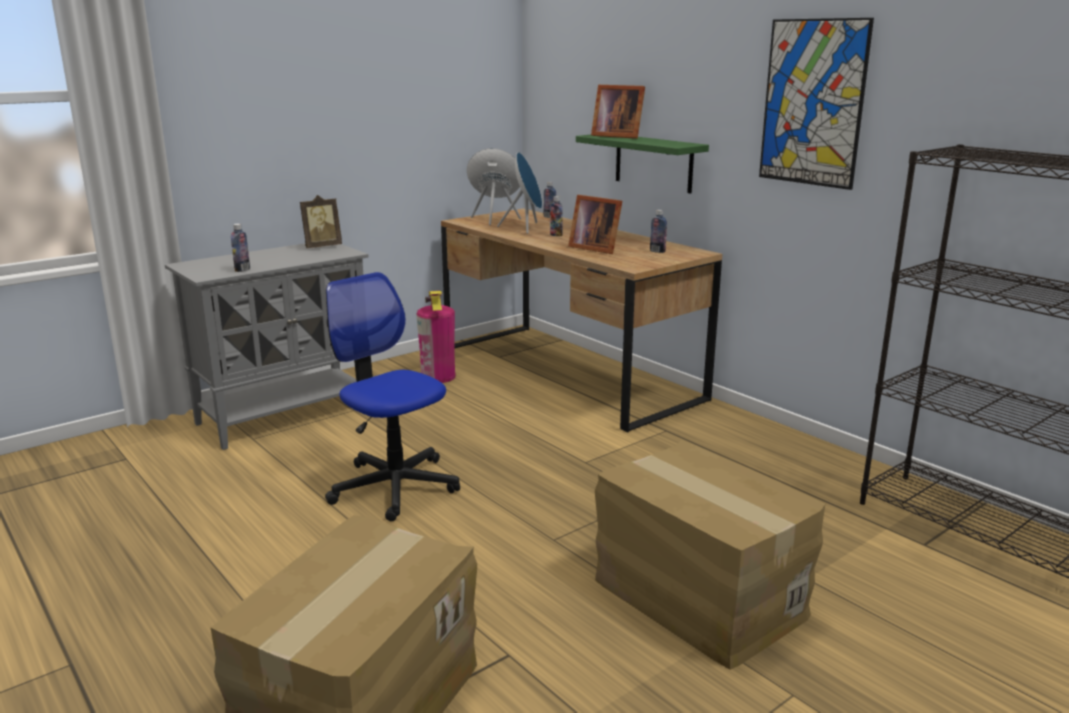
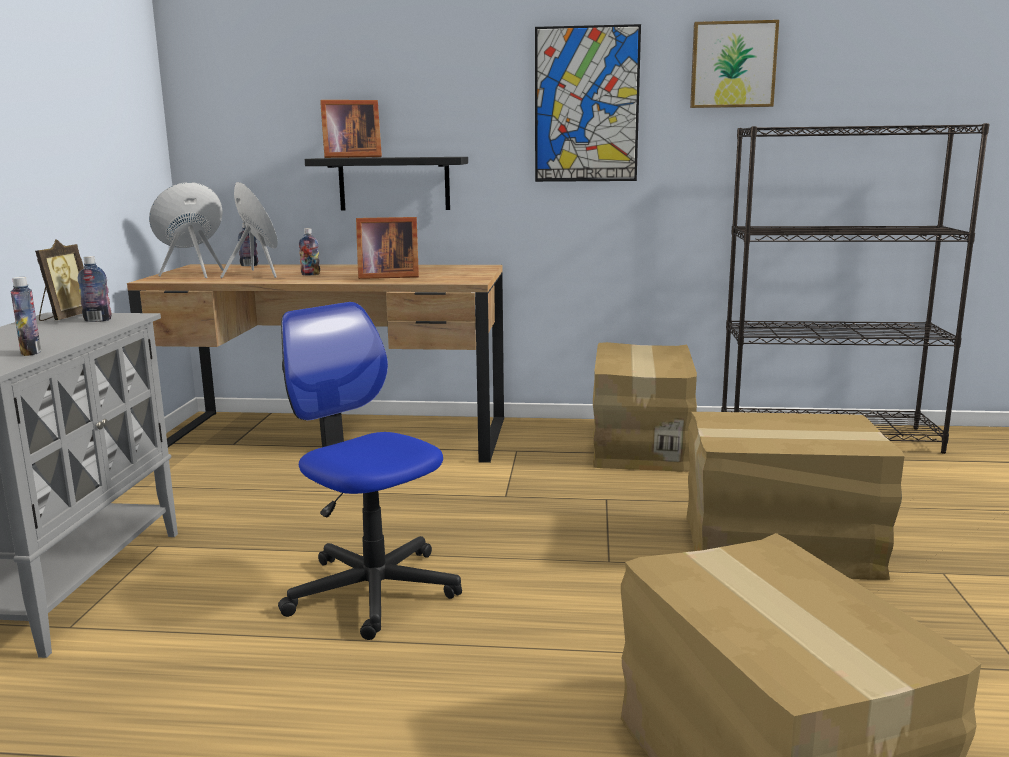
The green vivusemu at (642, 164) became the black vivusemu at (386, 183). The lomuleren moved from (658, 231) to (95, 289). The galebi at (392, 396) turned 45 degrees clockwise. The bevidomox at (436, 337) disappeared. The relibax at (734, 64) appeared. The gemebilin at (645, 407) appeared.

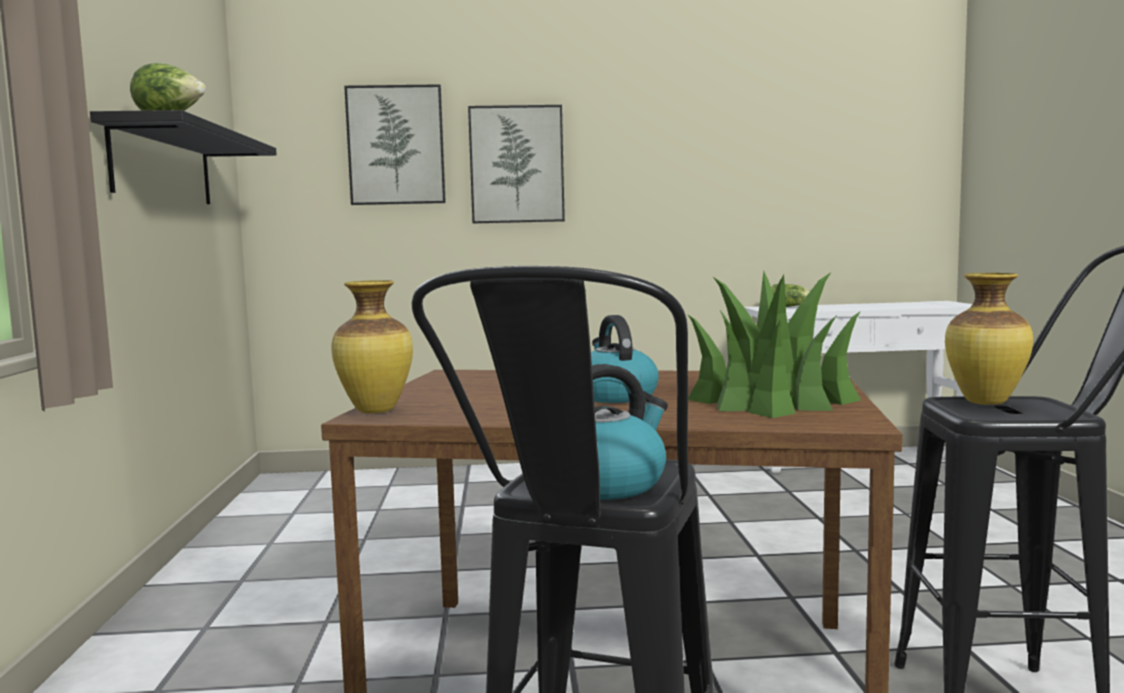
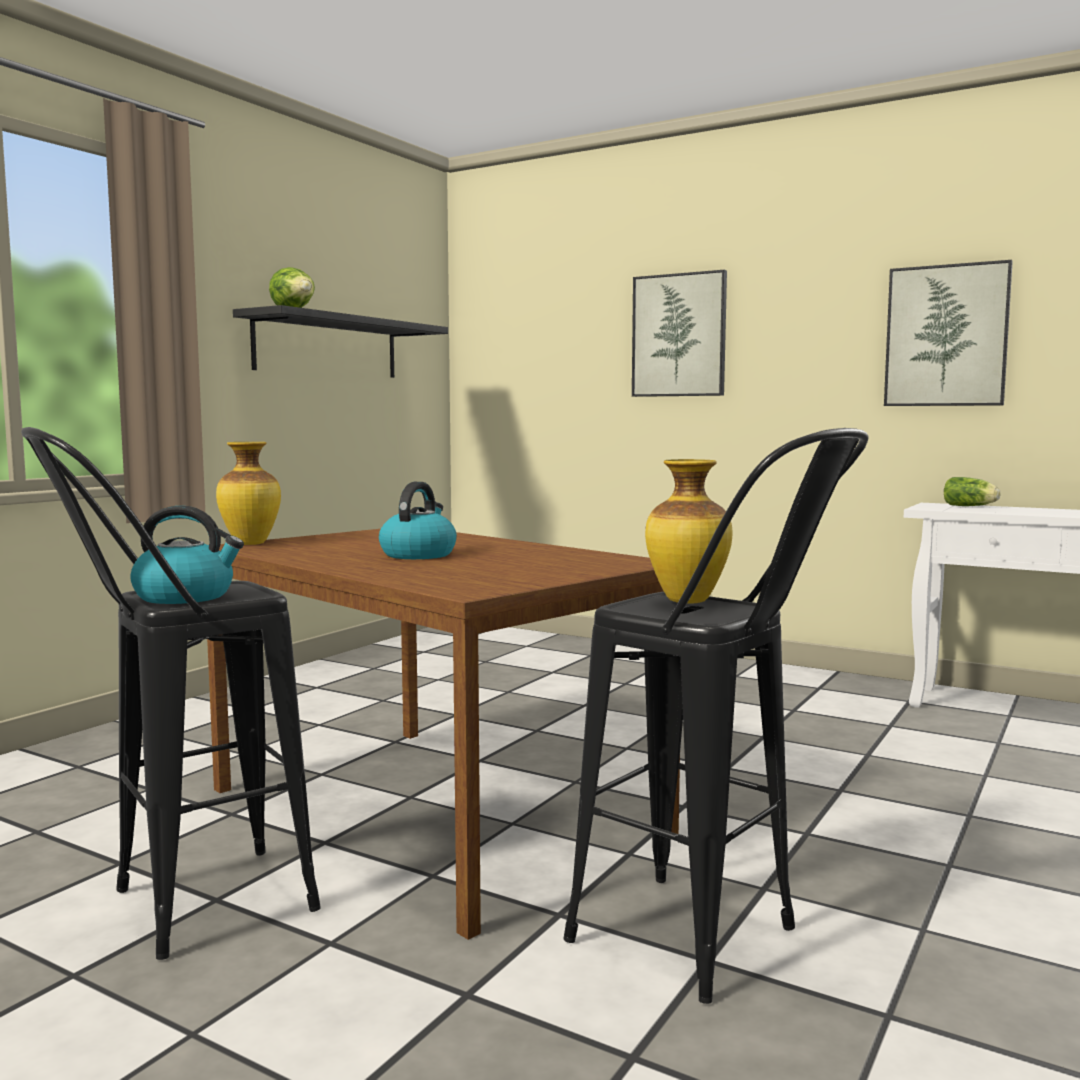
The relibax moved from (395, 144) to (948, 333). The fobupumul at (774, 344) disappeared.

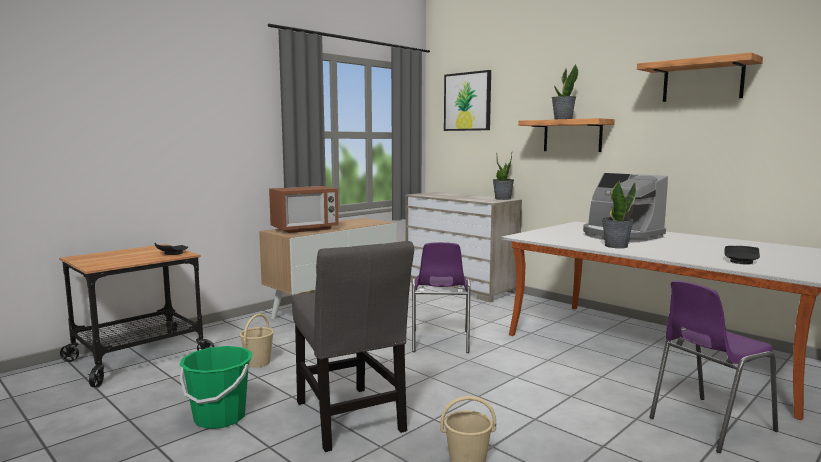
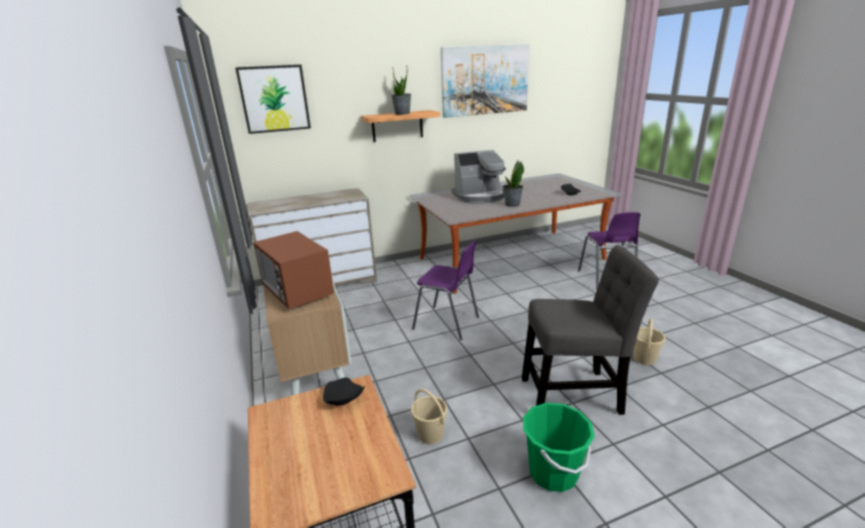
The vivusemu at (700, 77) was replaced by the relibax at (485, 81). The fobupumul at (503, 176) disappeared. The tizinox at (304, 209) turned 150 degrees clockwise.

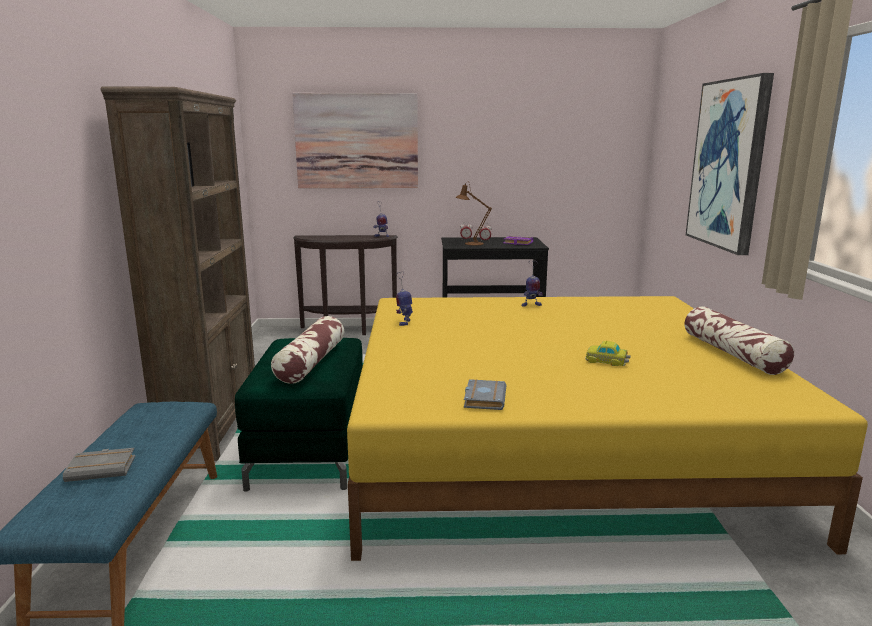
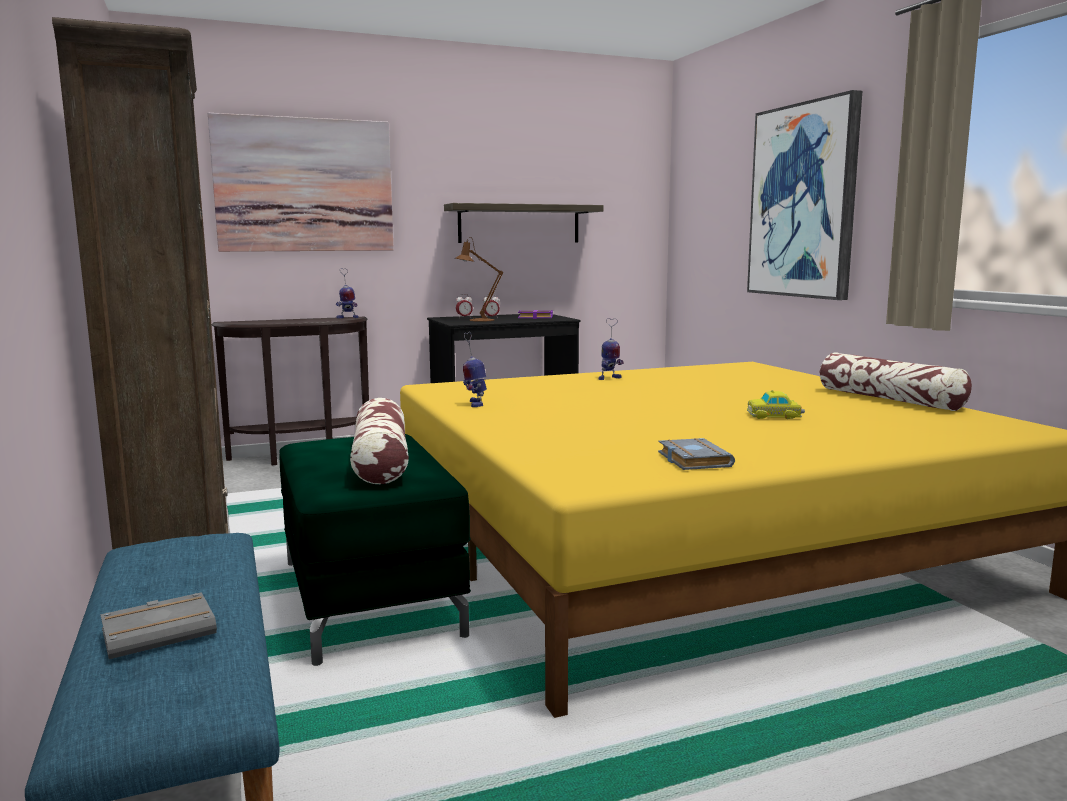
The vivusemu at (524, 223) appeared.

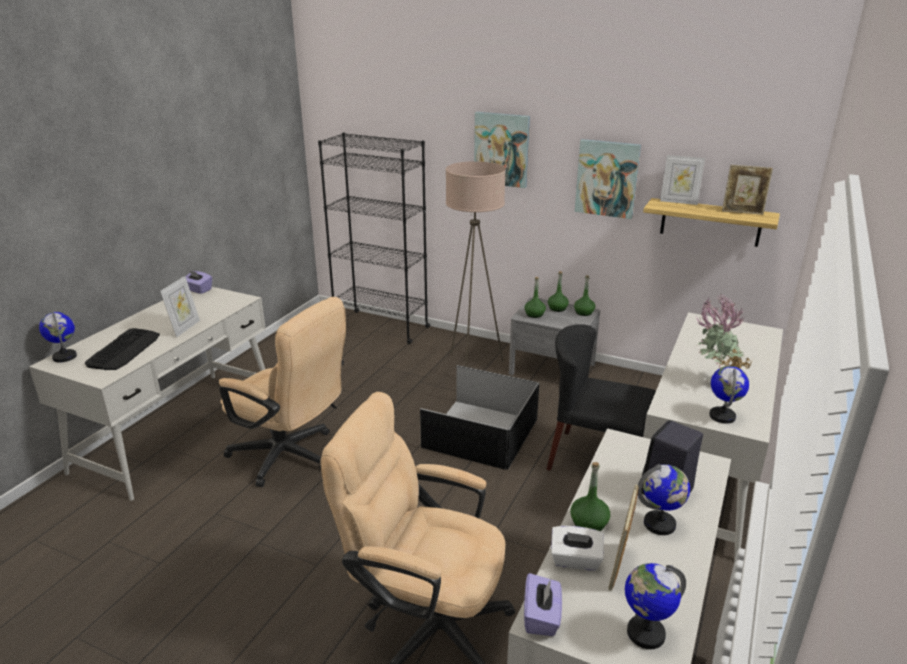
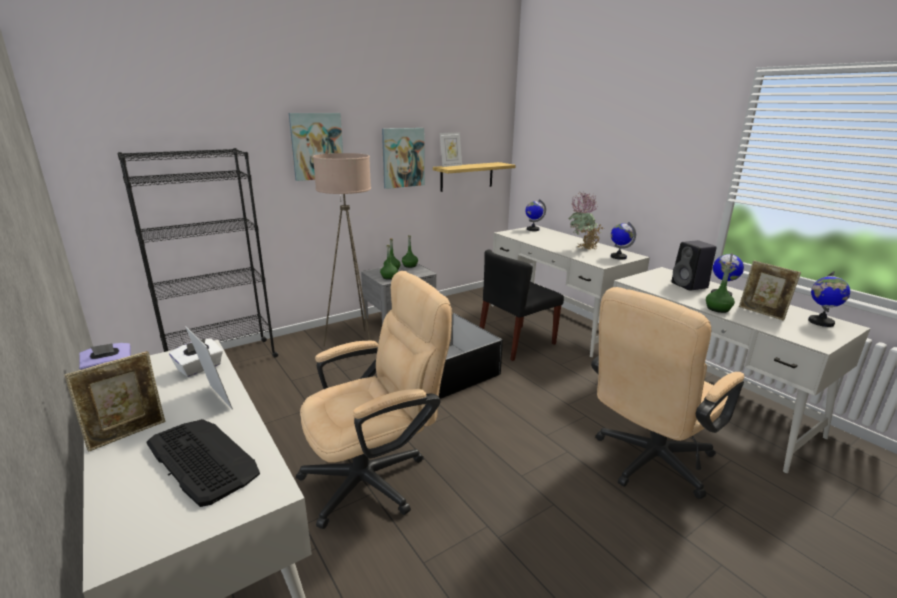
The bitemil moved from (747, 190) to (114, 401). The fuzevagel moved from (58, 337) to (535, 215). The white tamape moved from (577, 548) to (196, 357). The purple tamape at (543, 604) disappeared.

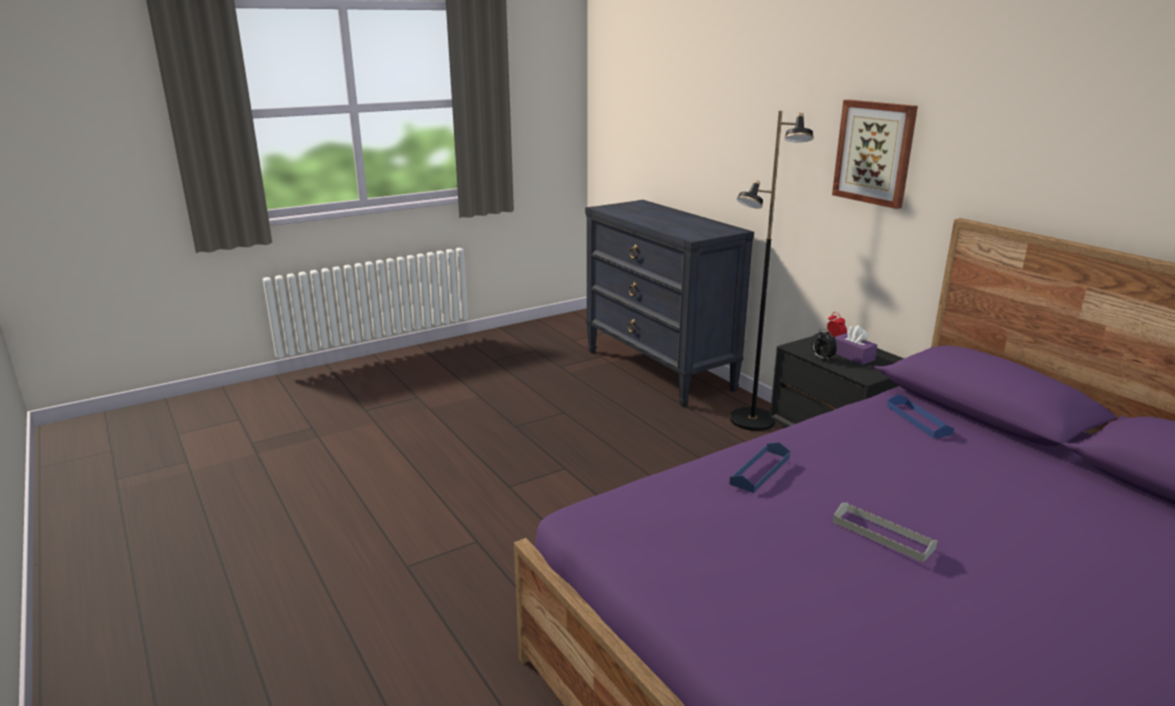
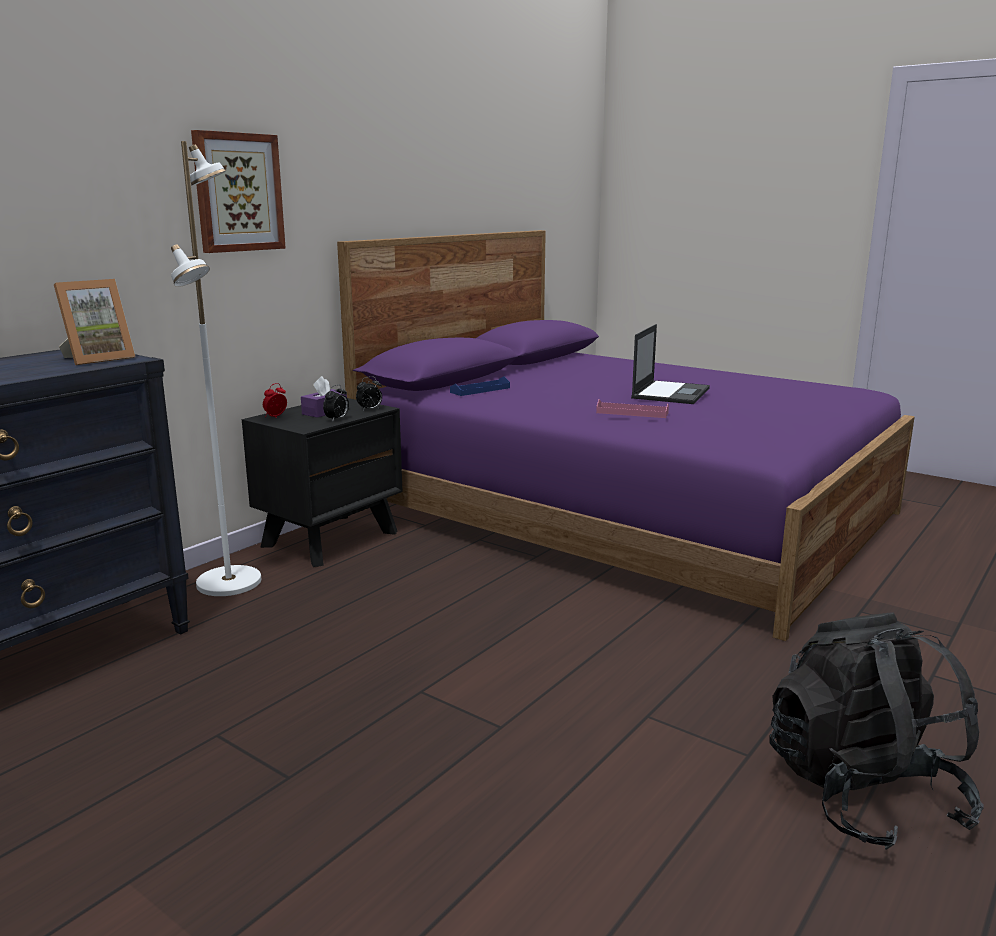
The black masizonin at (772, 271) became the white masizonin at (216, 368). The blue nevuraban at (759, 467) became the pink nevuraban at (632, 408). The grey nevuraban at (885, 532) was replaced by the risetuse at (670, 364). The bitemil at (94, 322) appeared. The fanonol at (369, 393) appeared. The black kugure at (877, 731) appeared.

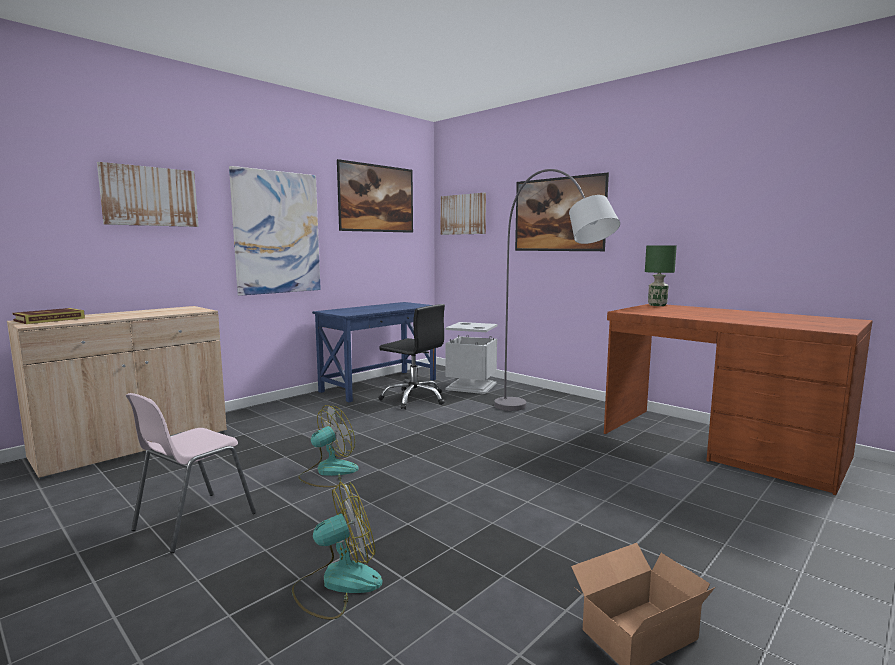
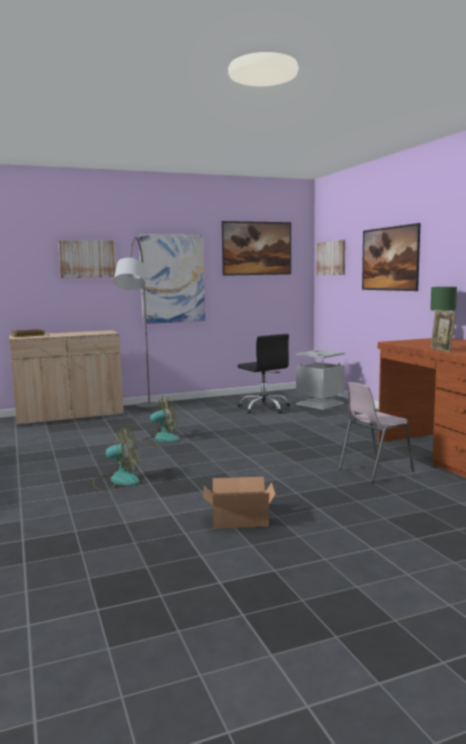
The grey masizonin moved from (557, 290) to (136, 324). The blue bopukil at (374, 352) disappeared. The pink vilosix moved from (191, 473) to (376, 432). The bitemil at (443, 331) appeared.

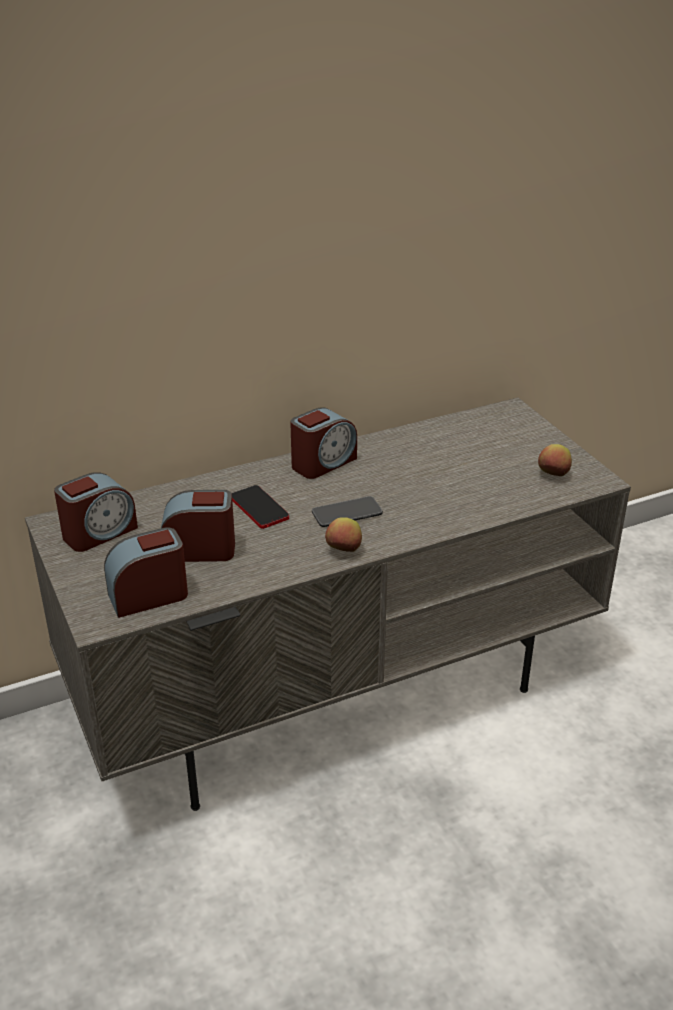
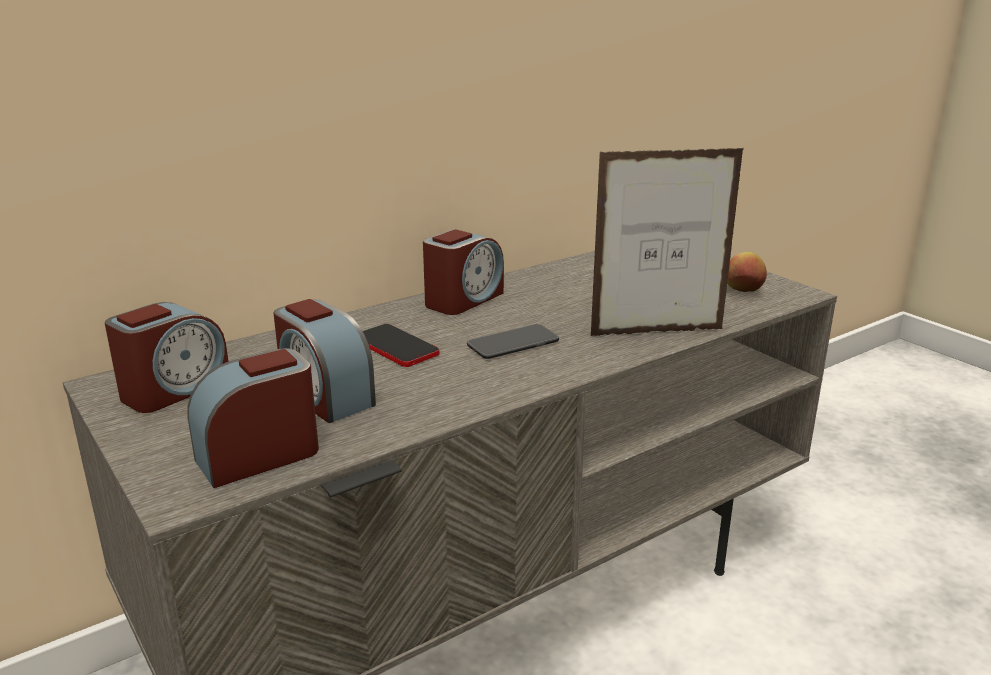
The fanonol at (198, 526) turned 120 degrees counterclockwise. The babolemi at (343, 534) disappeared. The bitemil at (667, 242) appeared.

